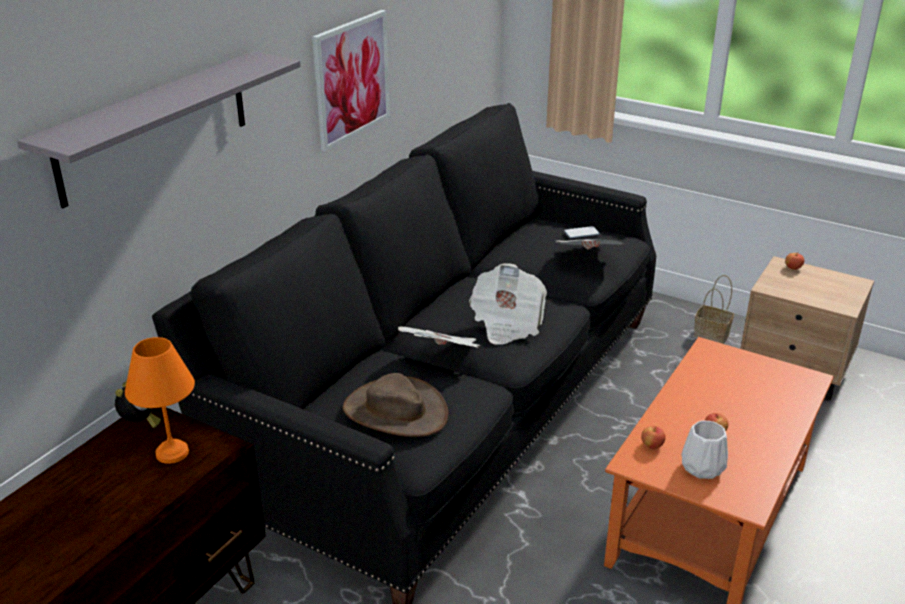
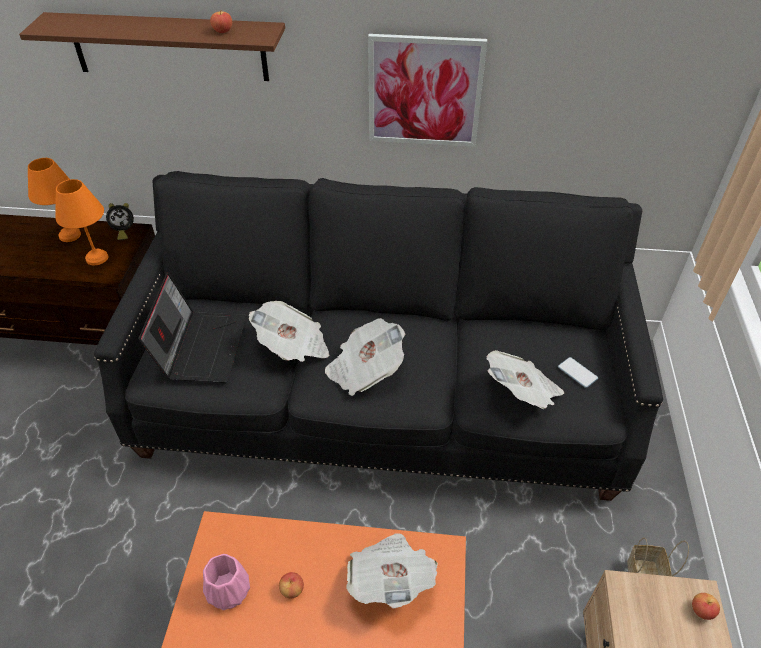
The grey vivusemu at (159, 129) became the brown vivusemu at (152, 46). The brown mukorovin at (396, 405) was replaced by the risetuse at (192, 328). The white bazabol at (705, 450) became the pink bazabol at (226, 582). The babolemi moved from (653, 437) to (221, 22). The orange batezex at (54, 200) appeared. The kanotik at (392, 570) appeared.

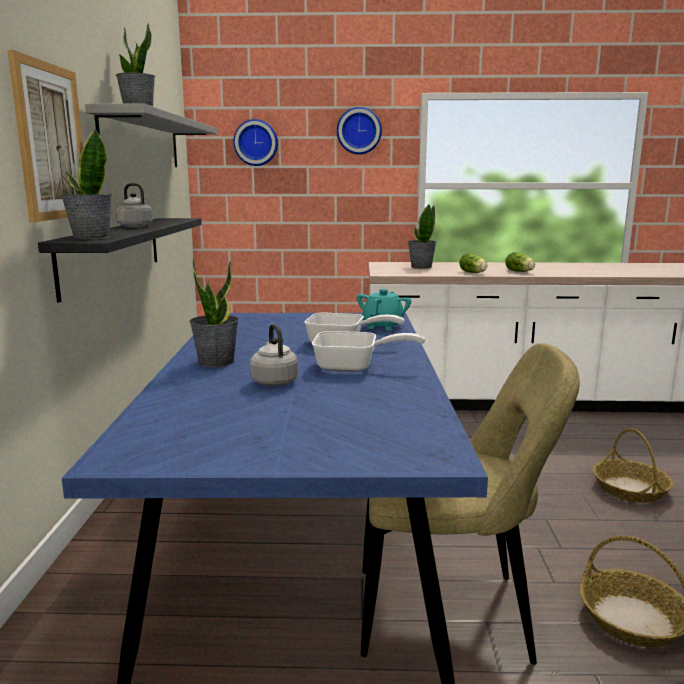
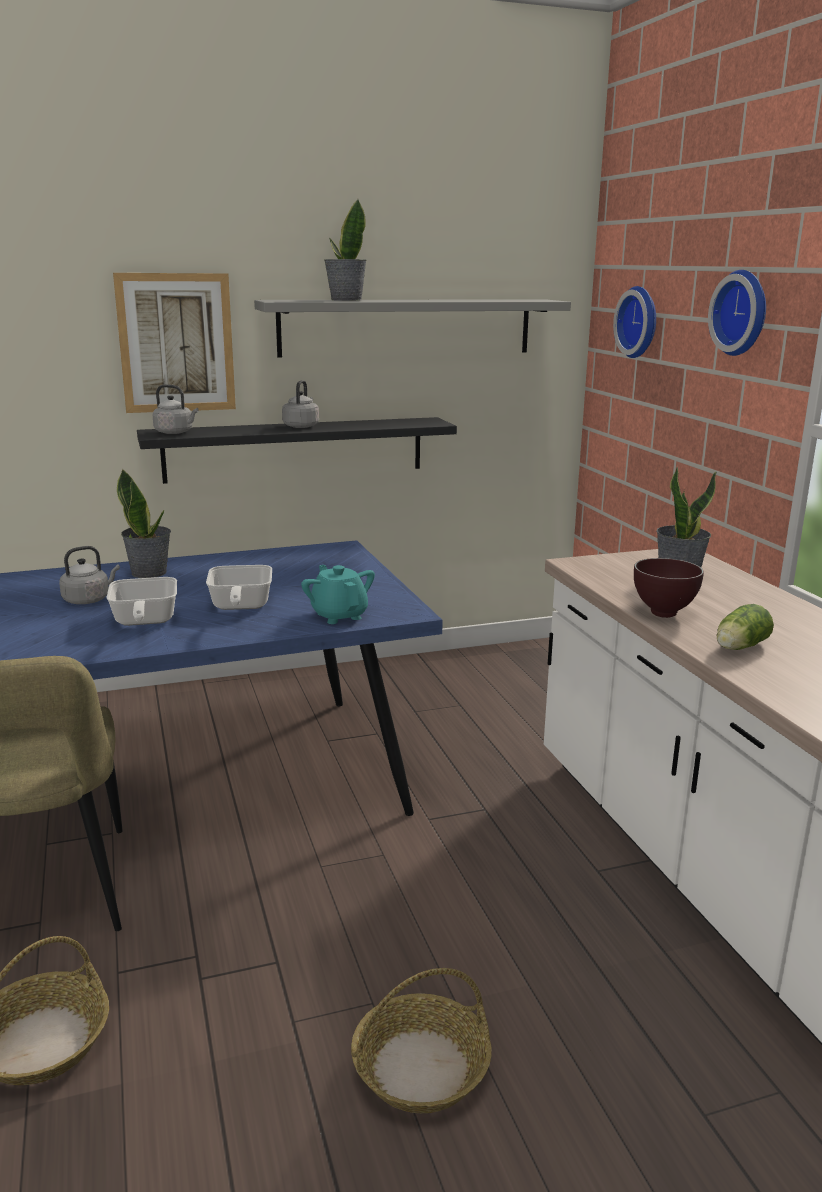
The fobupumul at (86, 183) was replaced by the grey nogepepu at (176, 409). The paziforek at (473, 263) was replaced by the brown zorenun at (669, 588). The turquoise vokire at (384, 310) turned 120 degrees counterclockwise.

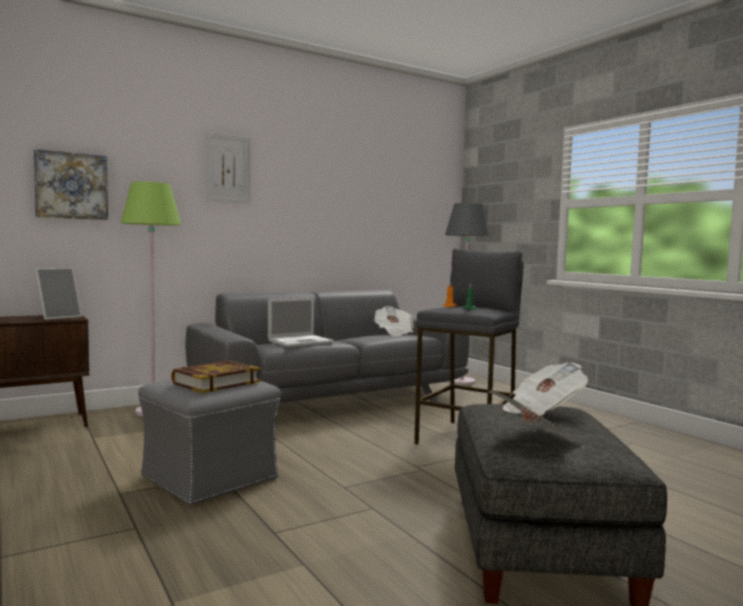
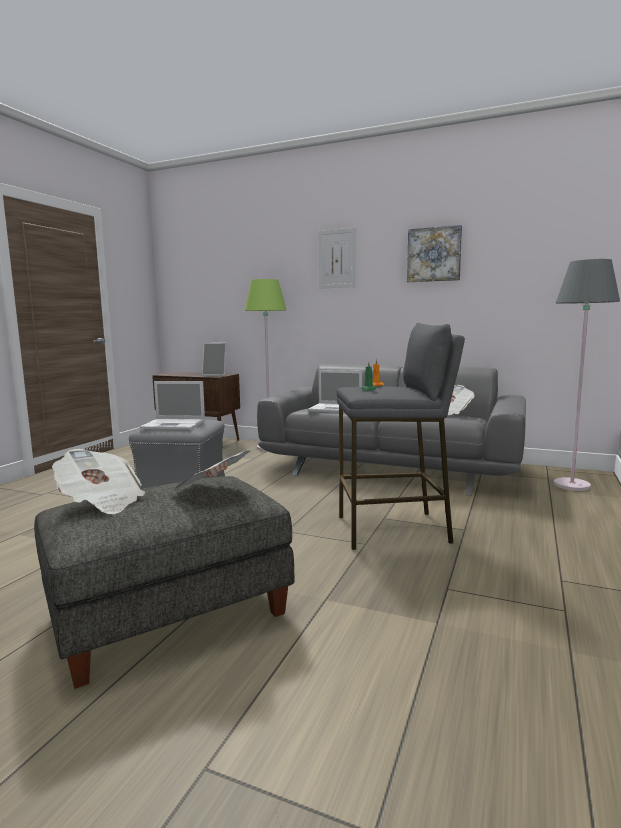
The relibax moved from (71, 184) to (434, 253). The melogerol at (215, 377) was replaced by the risetuse at (172, 405).

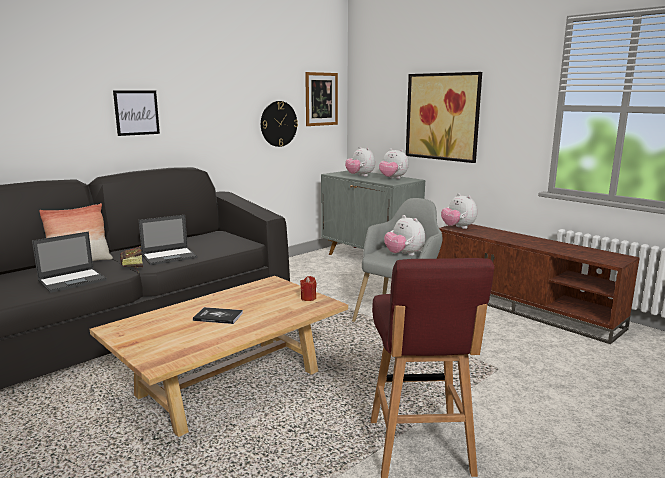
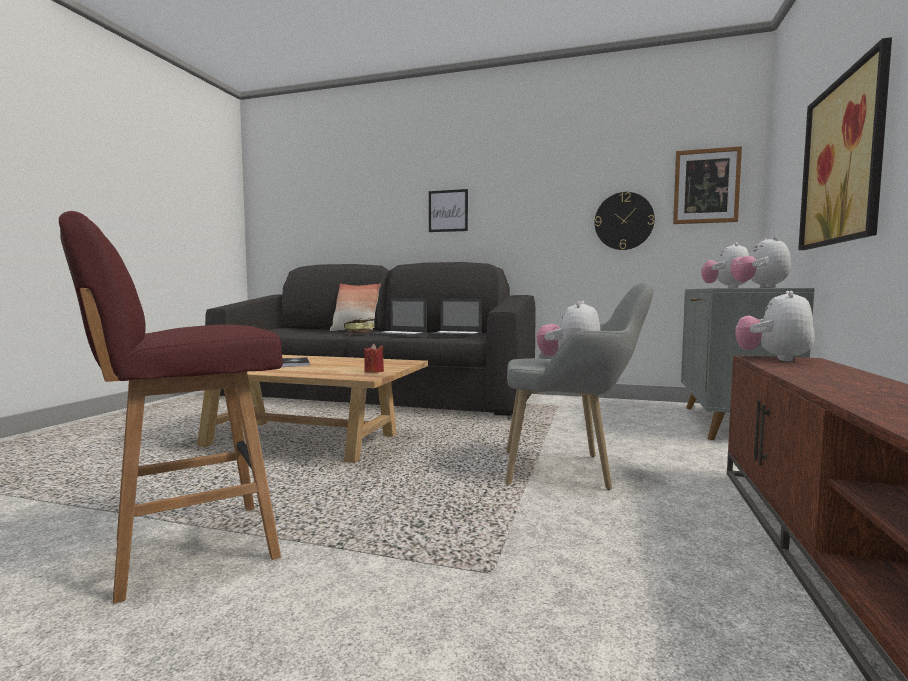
The risetuse moved from (69, 262) to (455, 317).

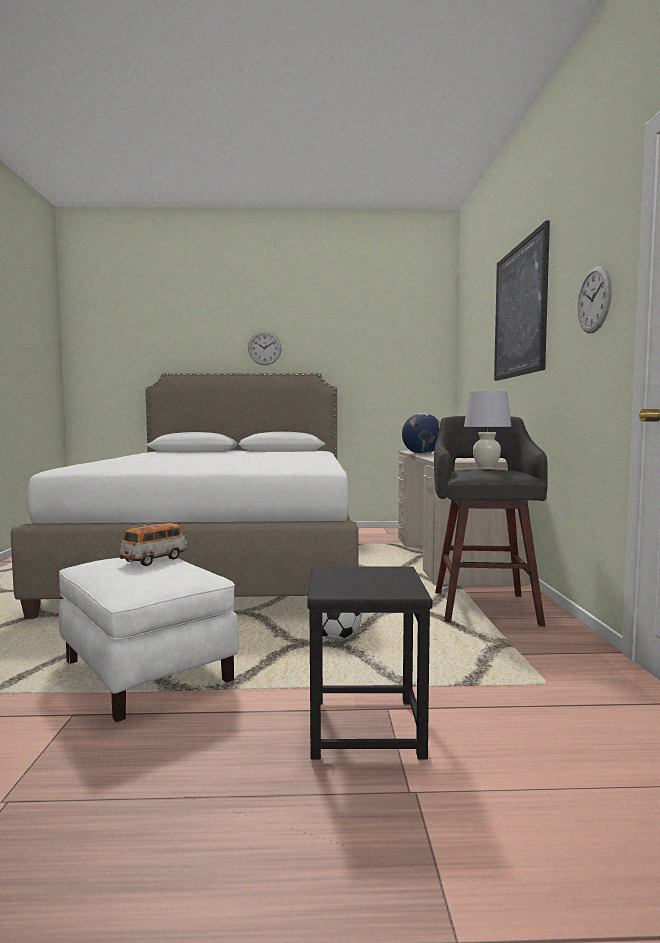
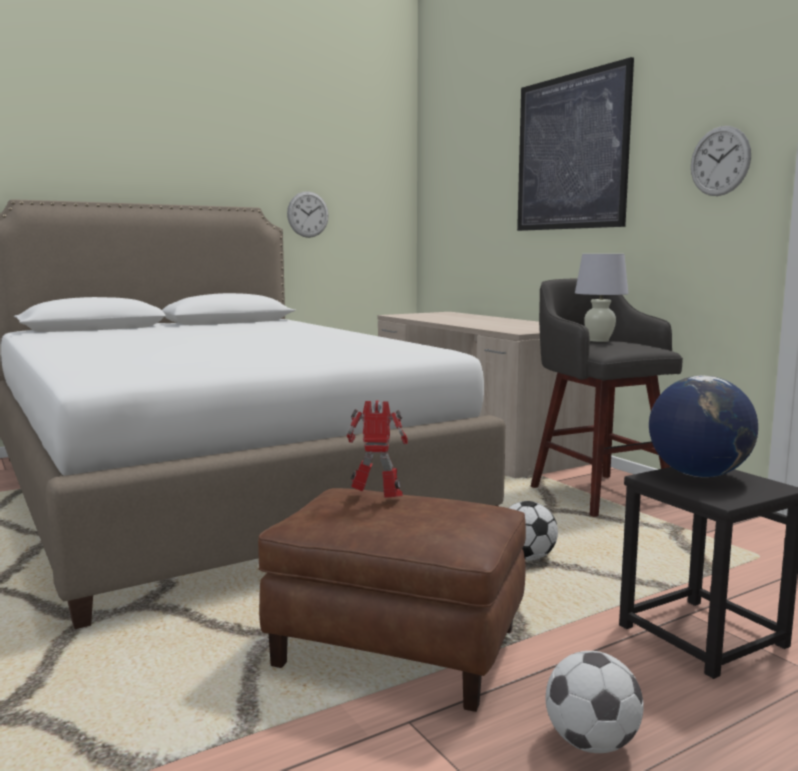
The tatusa moved from (265, 348) to (308, 214). The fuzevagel moved from (421, 433) to (703, 426). The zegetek at (153, 544) was replaced by the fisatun at (377, 449). The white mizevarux at (149, 639) became the brown mizevarux at (392, 600). The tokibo at (595, 702) appeared.

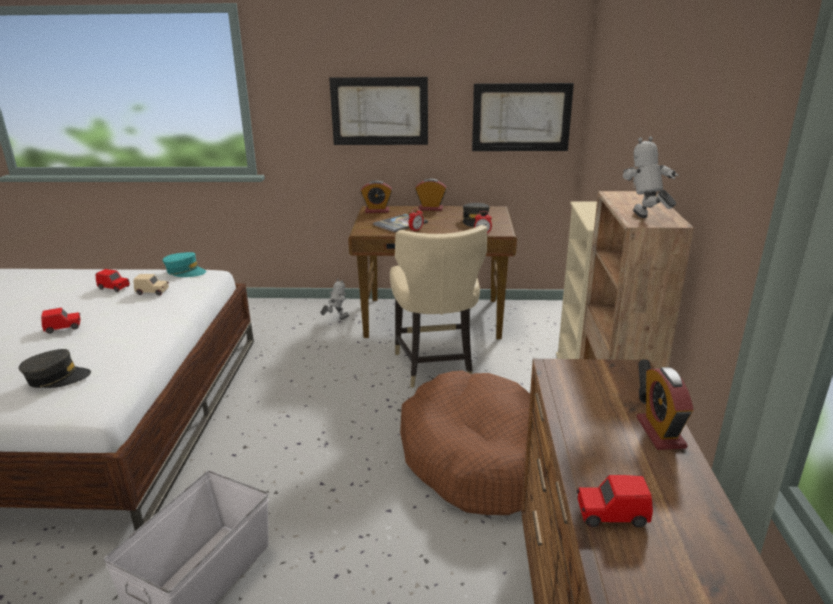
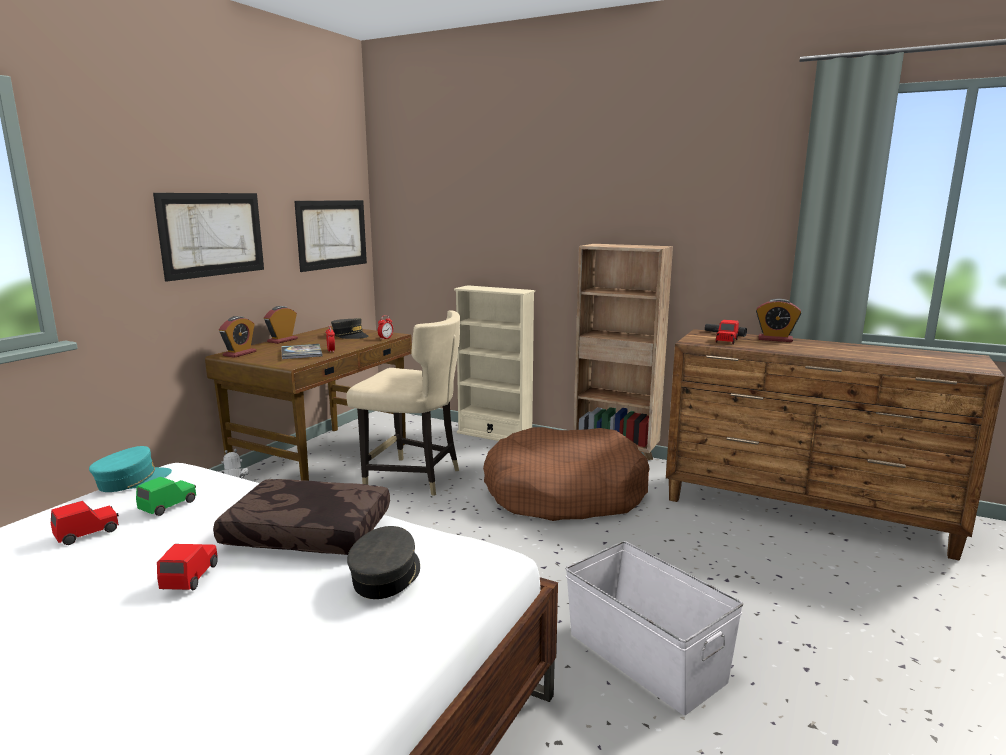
The fisatun at (651, 177) disappeared. The beige zegetek at (151, 285) became the green zegetek at (166, 496). The red zegetek moved from (615, 501) to (727, 332). The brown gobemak at (301, 517) appeared.

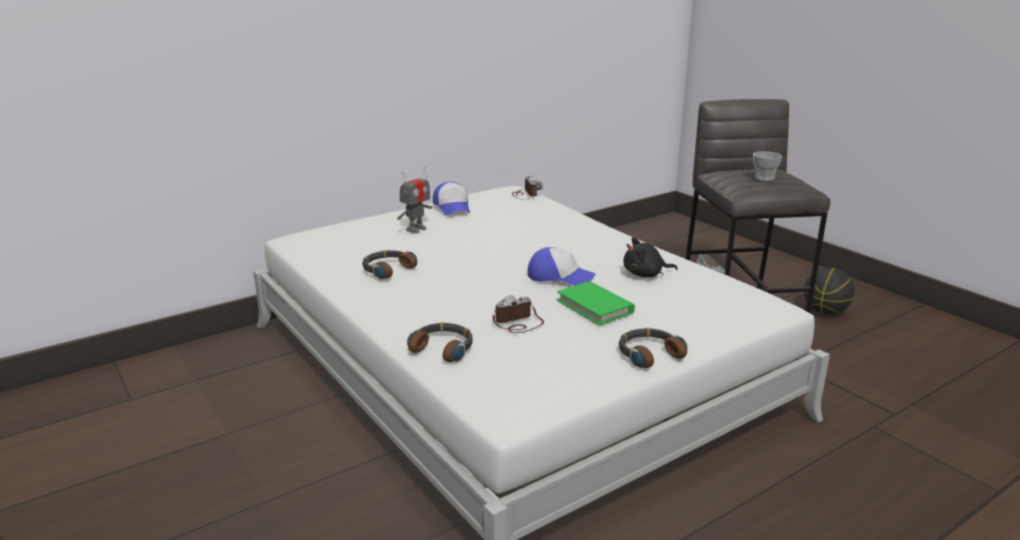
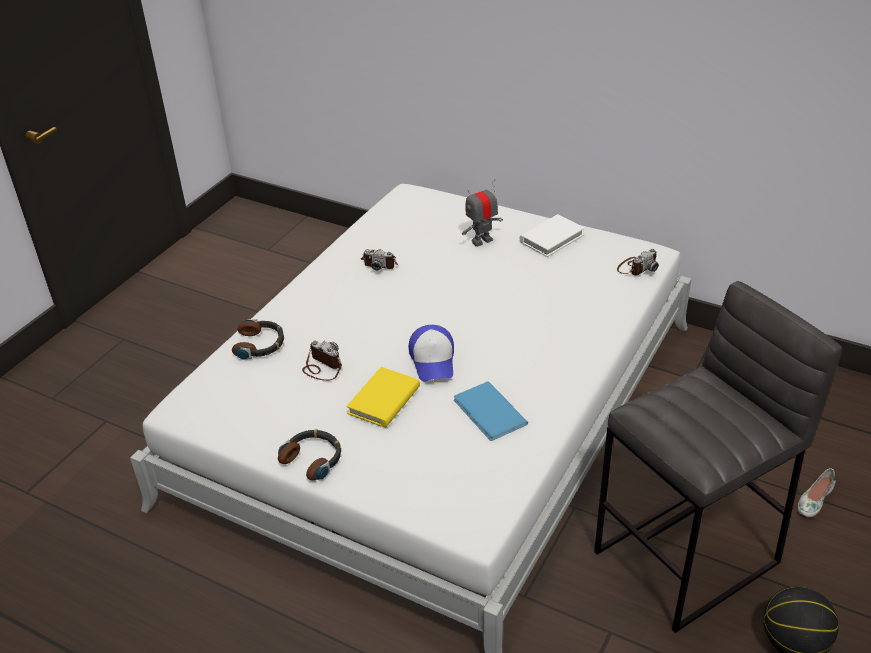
The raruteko at (767, 166) disappeared. The fisatun at (414, 200) turned 135 degrees clockwise. The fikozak at (451, 198) was replaced by the white melogerol at (552, 235). The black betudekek at (650, 257) was replaced by the blue melogerol at (491, 411). The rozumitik at (389, 264) was replaced by the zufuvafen at (379, 260). The green melogerol at (596, 303) became the yellow melogerol at (383, 397).

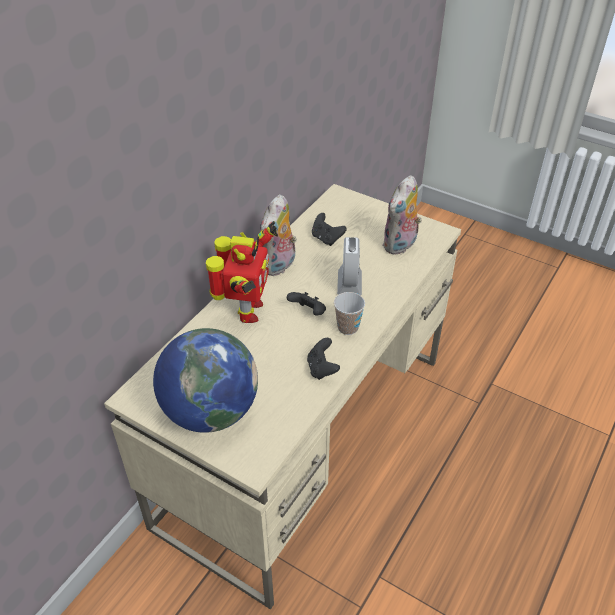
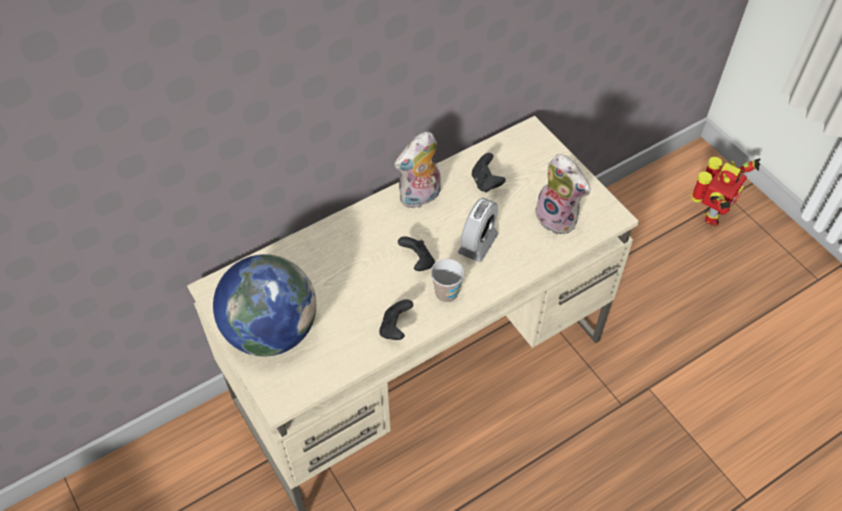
The betudekek at (402, 215) turned 105 degrees counterclockwise. The fisatun moved from (242, 272) to (725, 191).

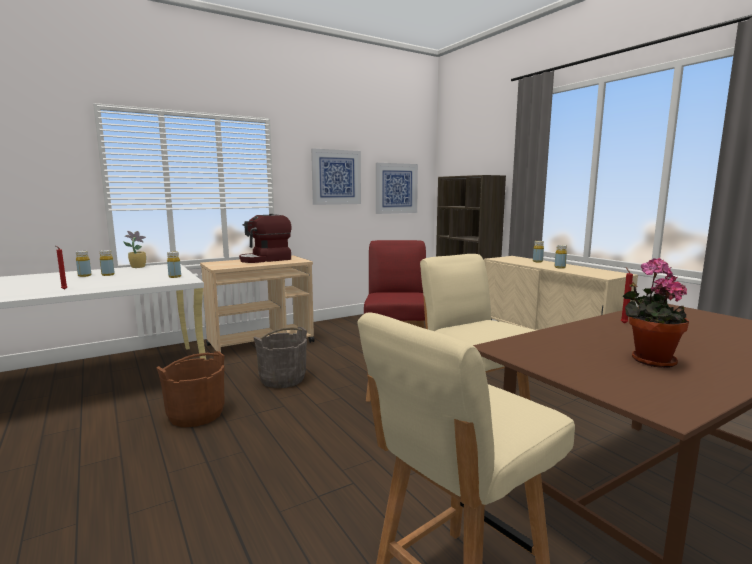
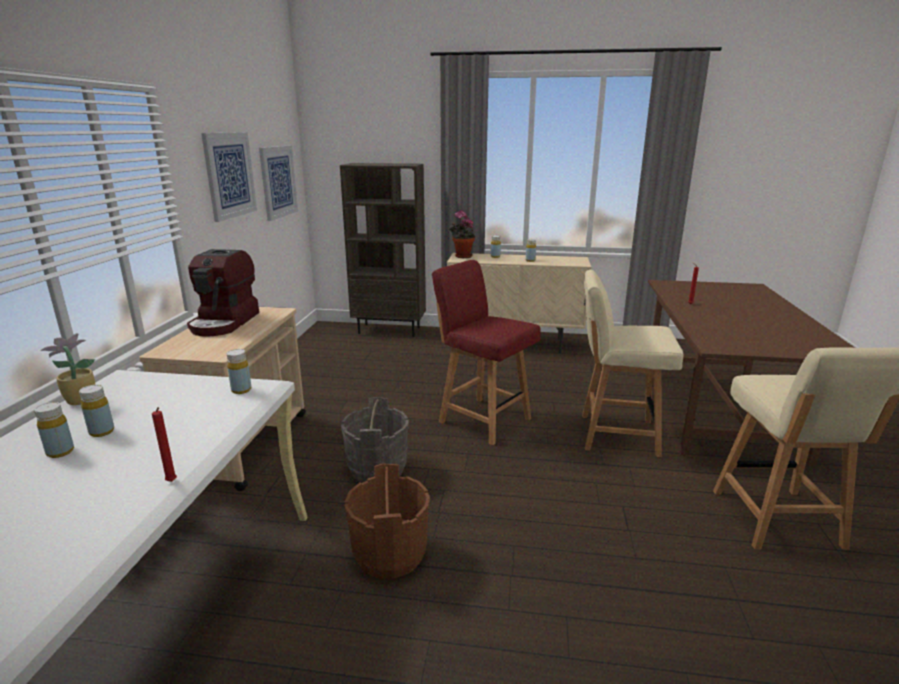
The fobupumul moved from (656, 313) to (462, 234).

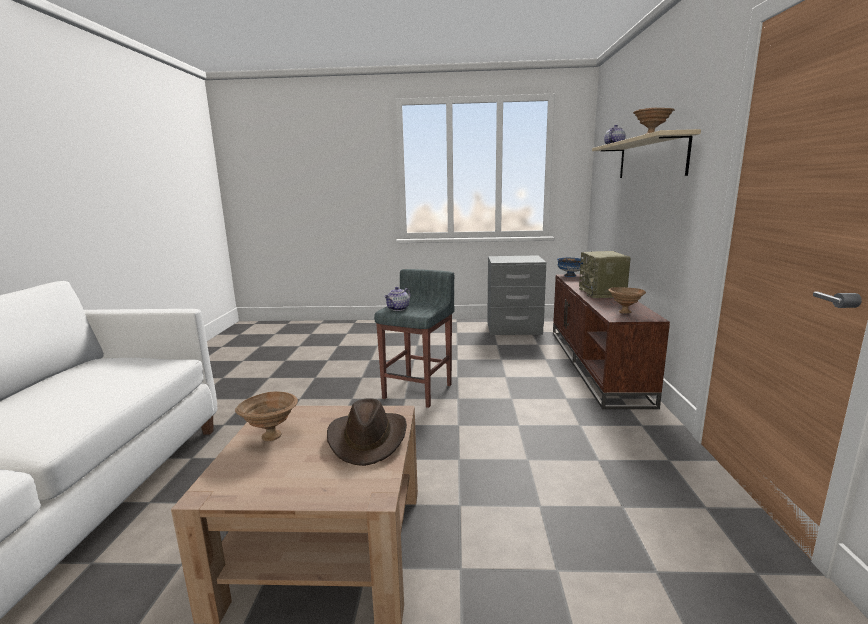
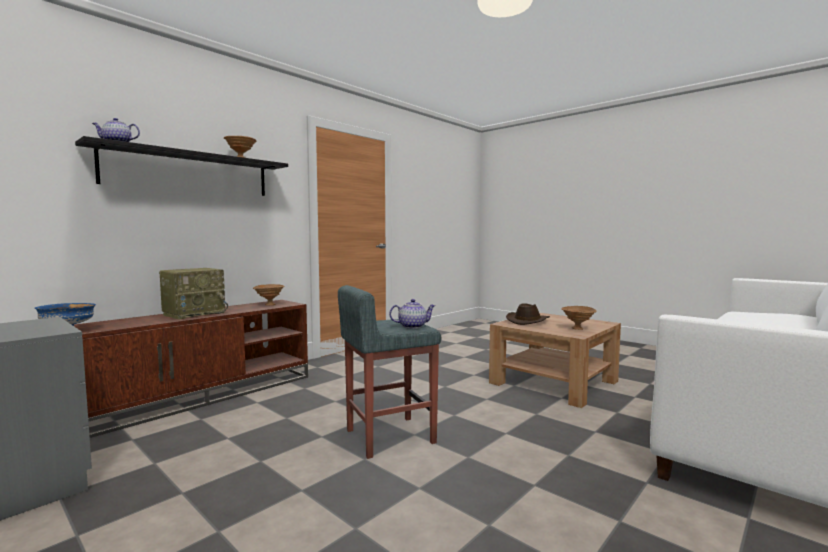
The beige vivusemu at (646, 153) became the black vivusemu at (181, 166).

